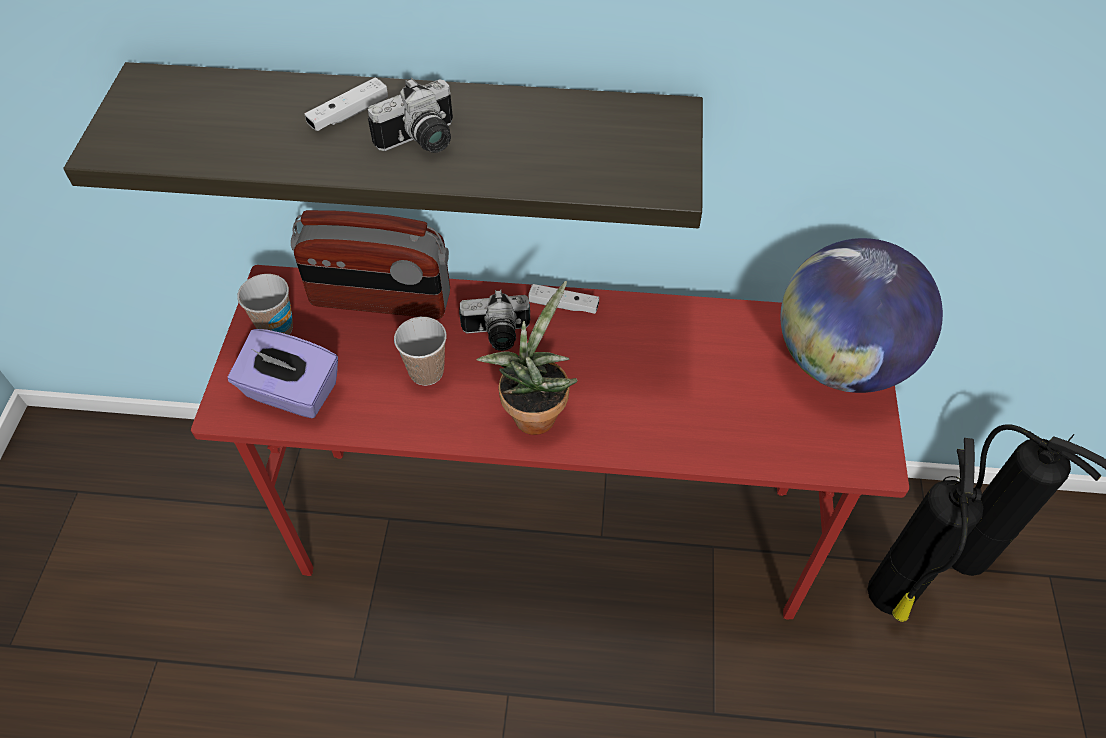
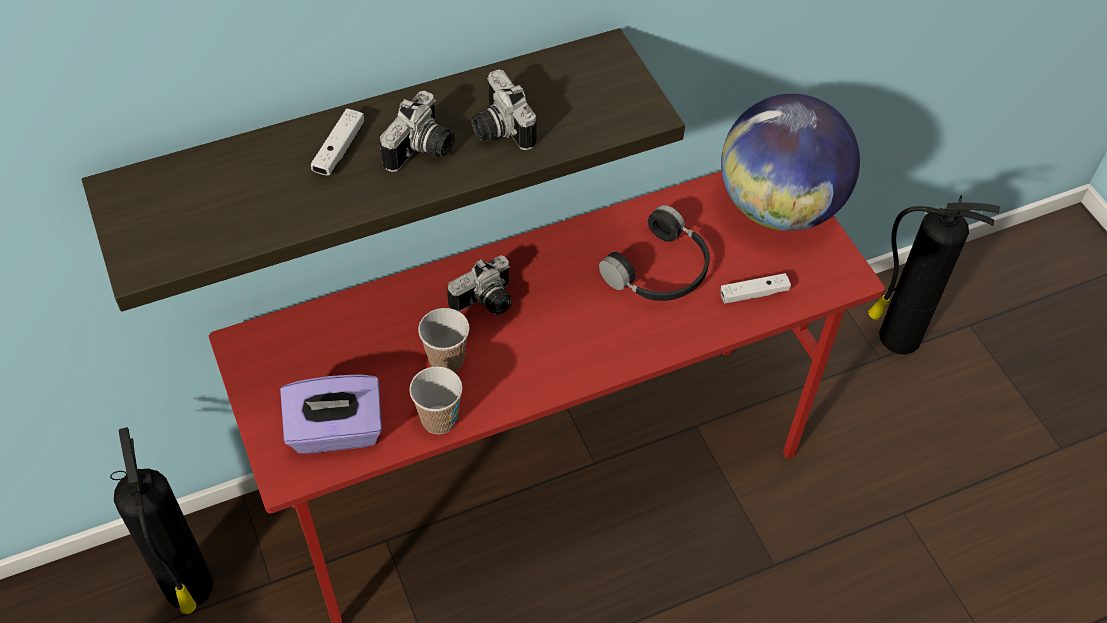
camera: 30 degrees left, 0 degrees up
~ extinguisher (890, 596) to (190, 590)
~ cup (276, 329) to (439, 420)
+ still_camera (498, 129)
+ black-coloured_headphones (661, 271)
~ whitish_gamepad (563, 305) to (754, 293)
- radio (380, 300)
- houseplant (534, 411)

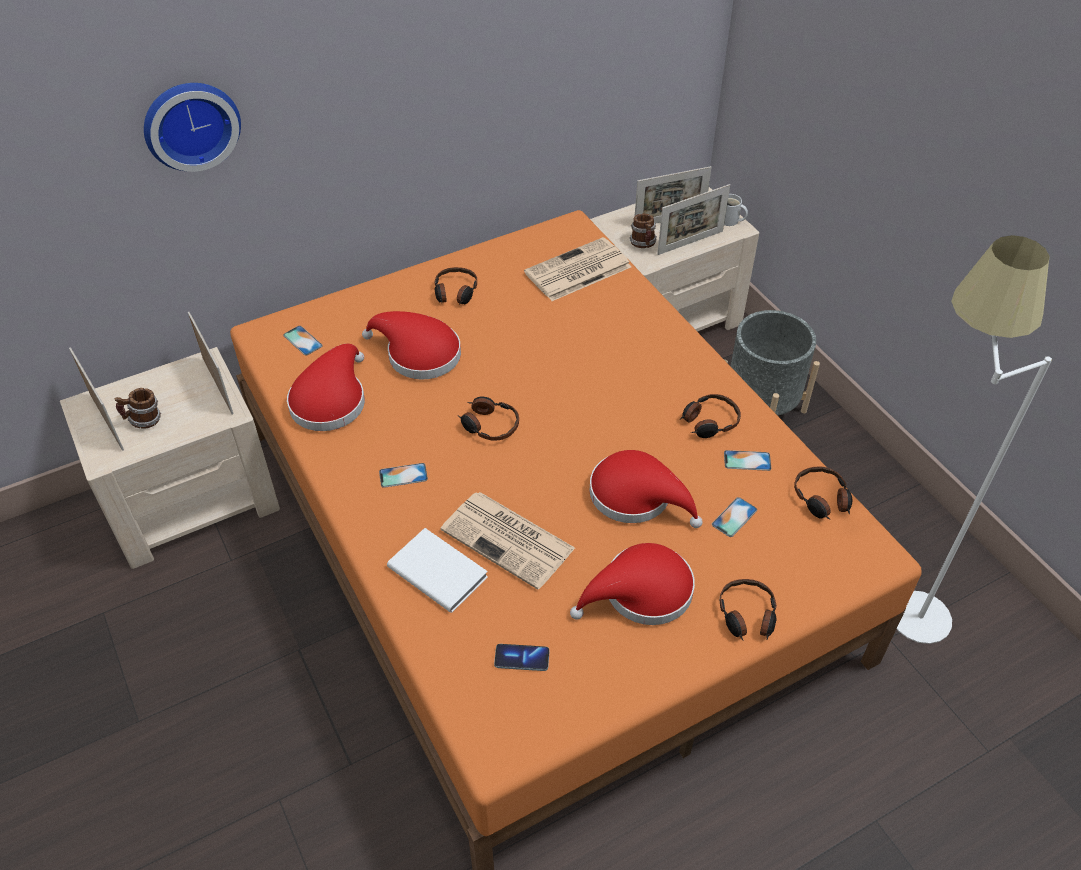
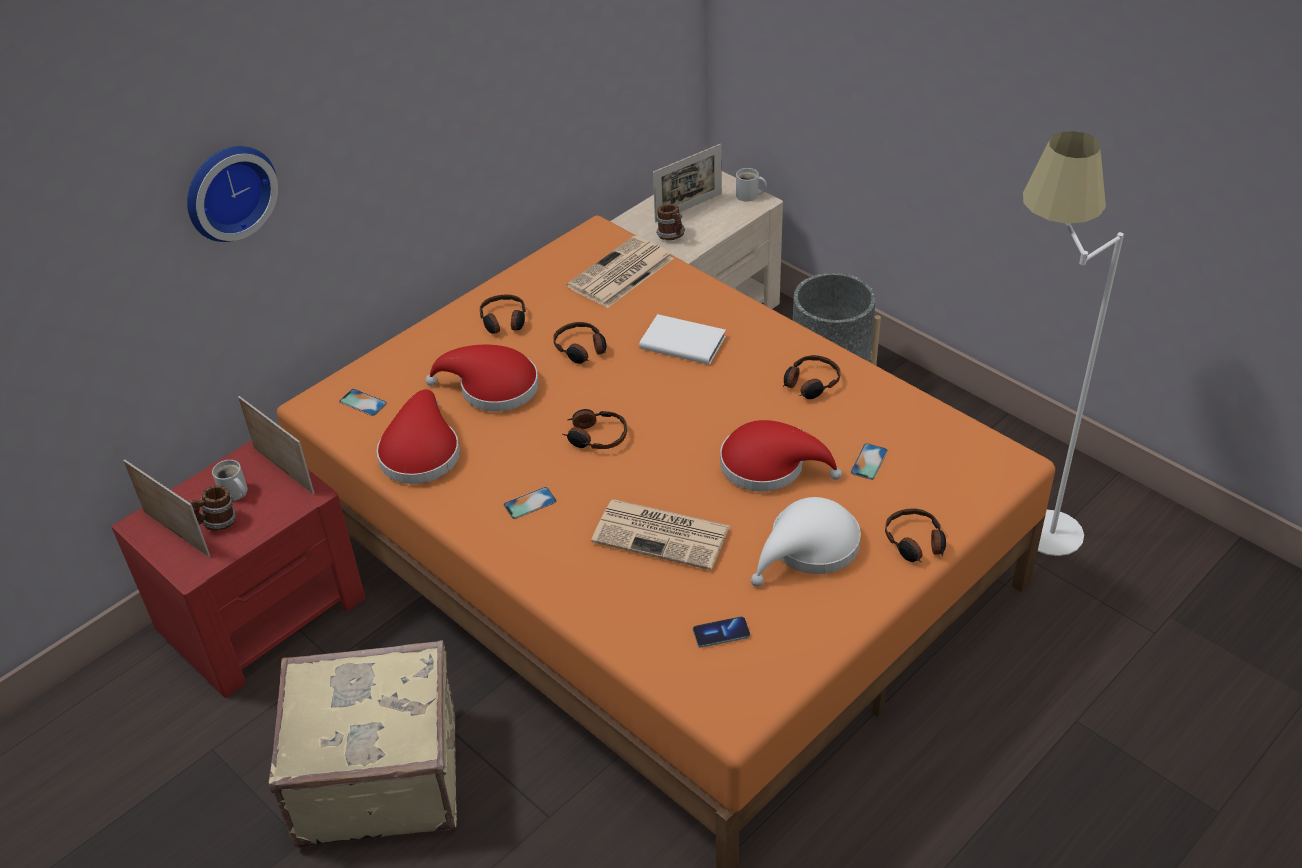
camera: 15 degrees left, 5 degrees down
~ beige_nightstand (192, 500) to red_nightstand (263, 612)
+ whitish_coffee_mug (234, 493)
+ beige_travel_case (377, 774)
~ headphones (822, 499) to (581, 349)
~ whitish_volume (438, 570) to (682, 341)
~ red_clothing_hat (641, 593) to whitish_clothing_hat (809, 548)
- picture_frame (690, 243)
- phone (747, 460)

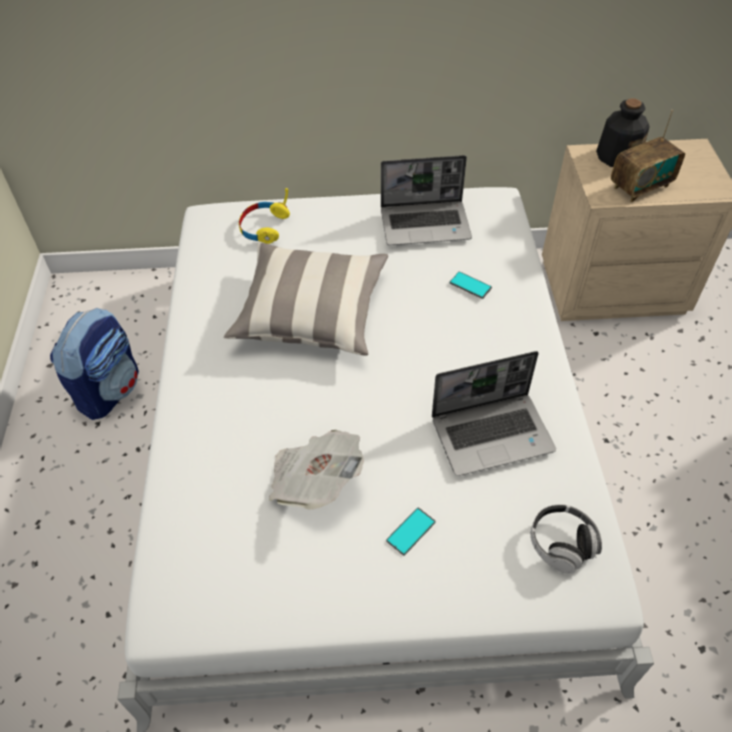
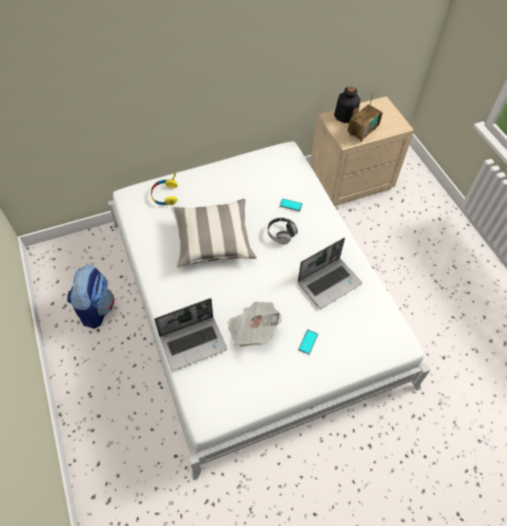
camera: 20 degrees left, 5 degrees up
~ notebook_computer (426, 224) to (193, 342)
~ headphones (561, 544) to (281, 234)

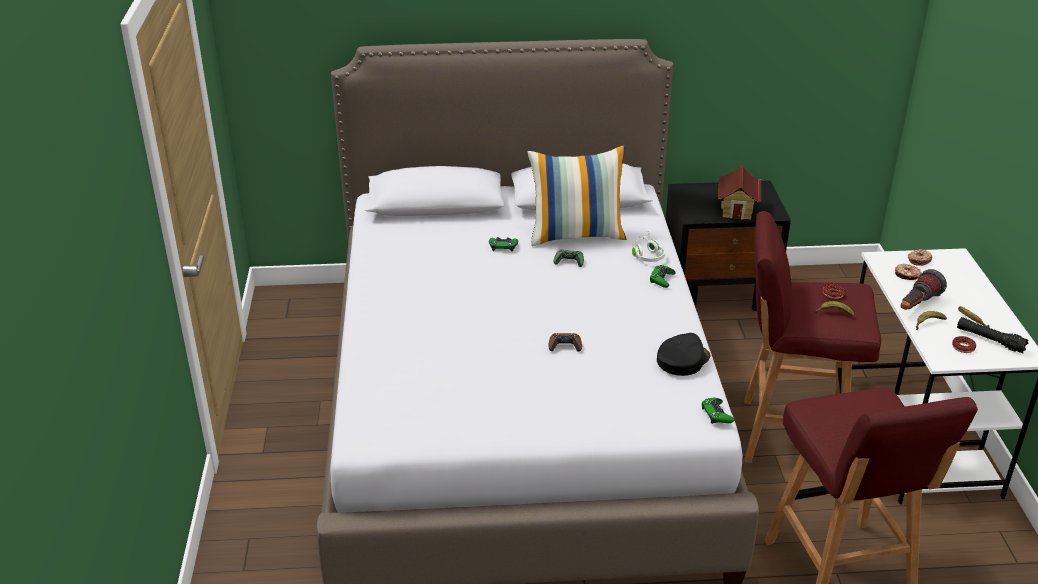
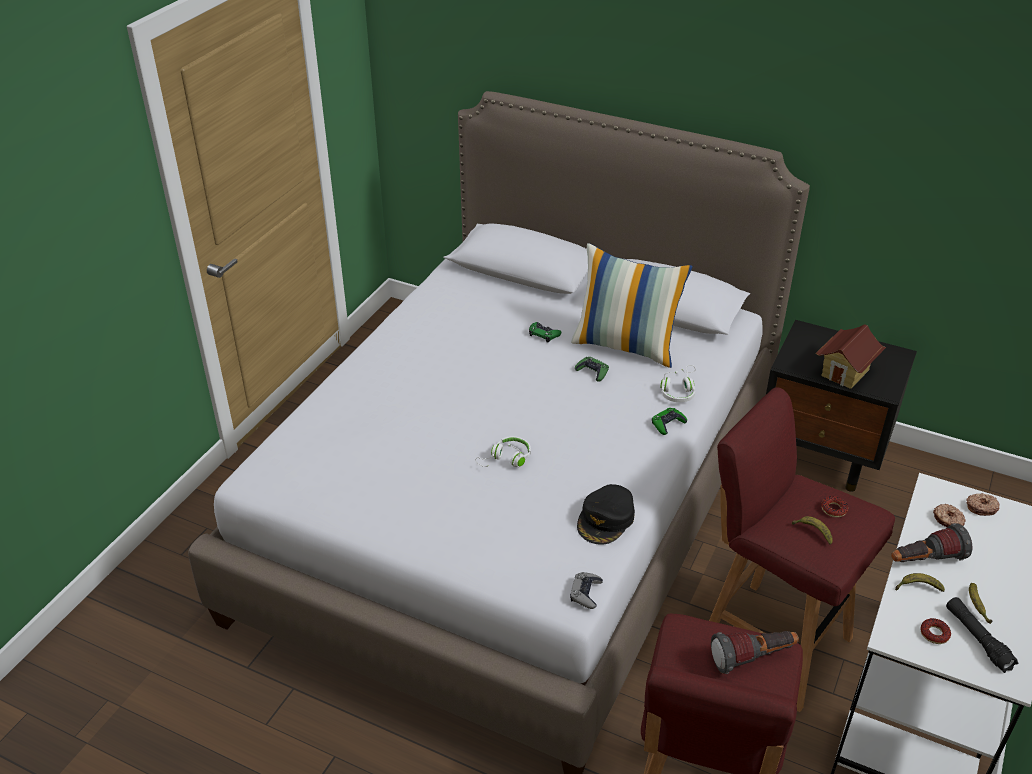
camera: 30 degrees right, 5 degrees up
~ brown_gamepad (565, 346) to whitish_headphones (506, 459)
~ green_gamepad (716, 414) to gray_gamepad (585, 593)
~ black-coloured_peaked_cap (682, 360) = (606, 519) 135 degrees clockwise
+ flashlight (753, 658)

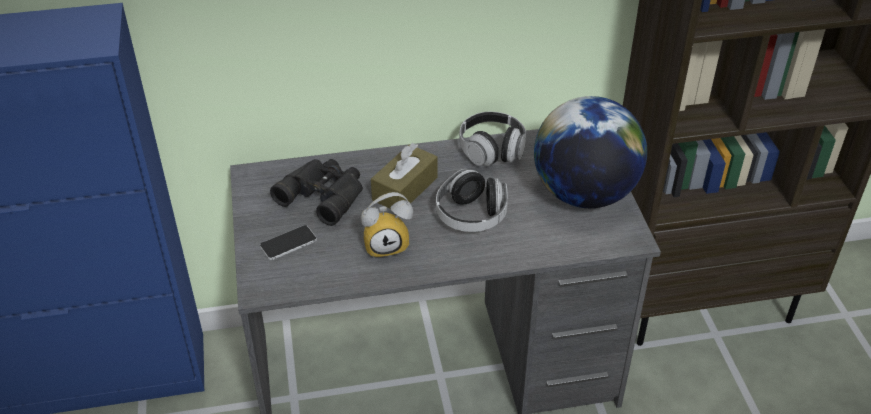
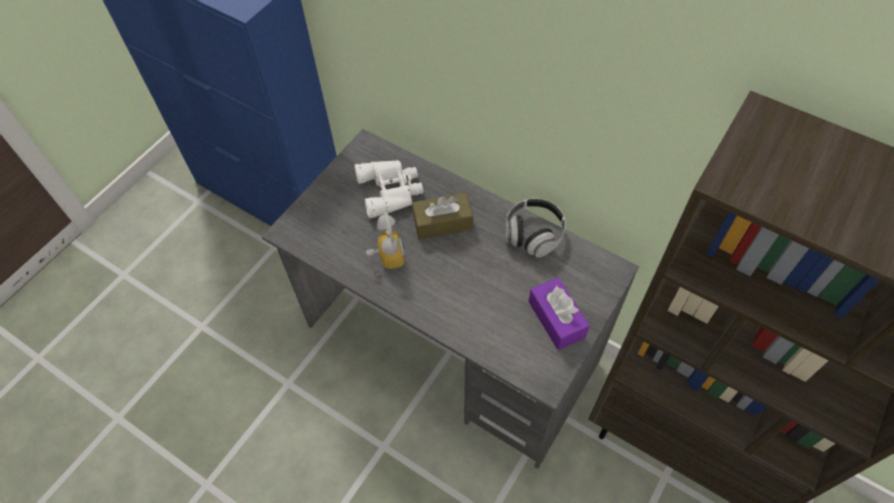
camera: 45 degrees right, 15 degrees up
~ black-coloured_pair_of_binoculars (324, 194) to whitish_pair_of_binoculars (391, 190)
~ bedside_clock (387, 245) = (386, 257) 135 degrees counterclockwise
~ world_globe (584, 194) to purple-coloured_box_of_tissues (556, 319)
- phone (288, 243)
- headphones (471, 216)

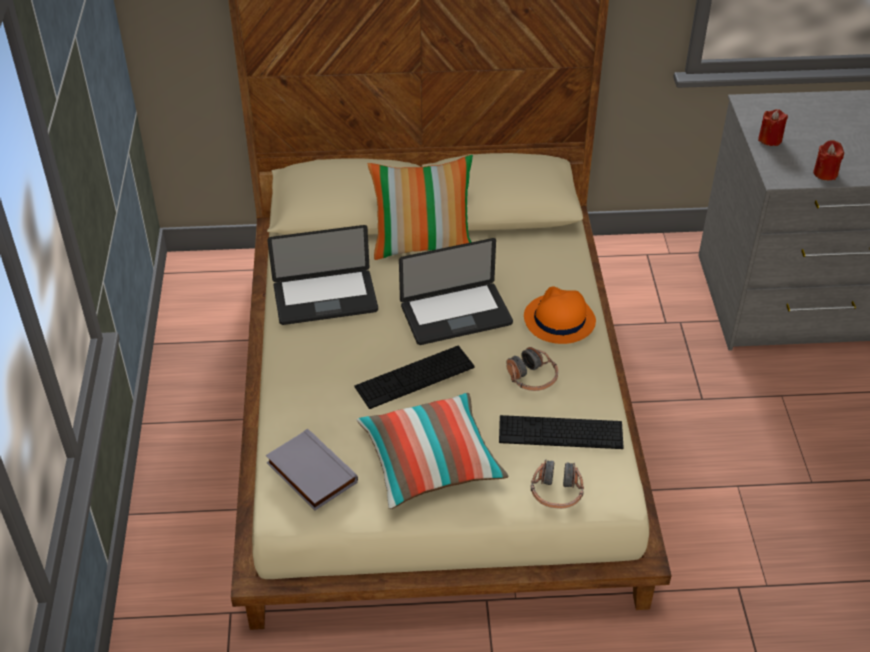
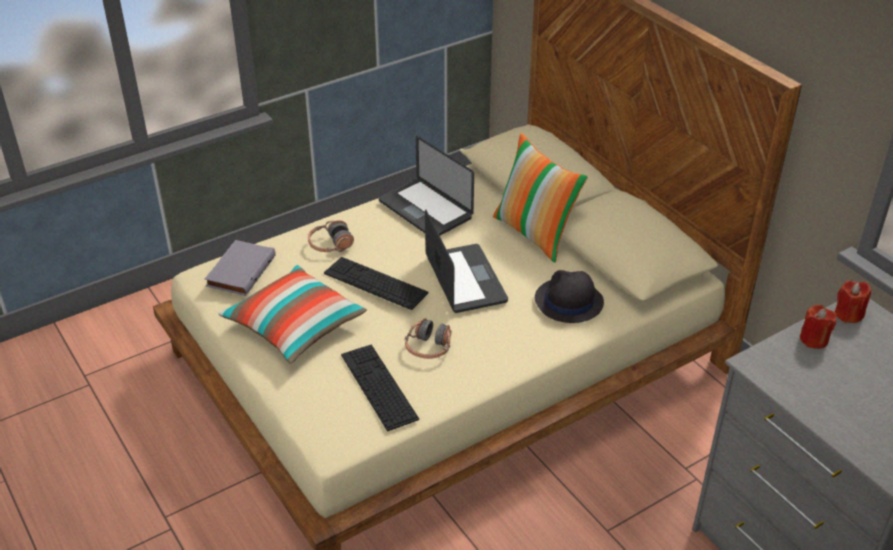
camera: 60 degrees right, 5 degrees down
~ headphones (556, 492) to (330, 245)
~ notebook_computer (456, 315) = (465, 280) 150 degrees counterclockwise
+ black-coloured_clothing_hat (568, 301)
~ red_wax_candle (825, 173) to (848, 314)
- orangey_clothing_hat (559, 320)

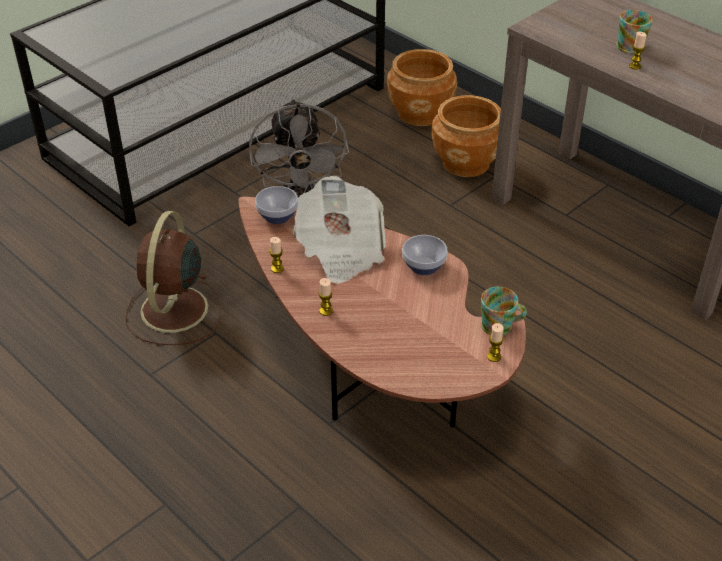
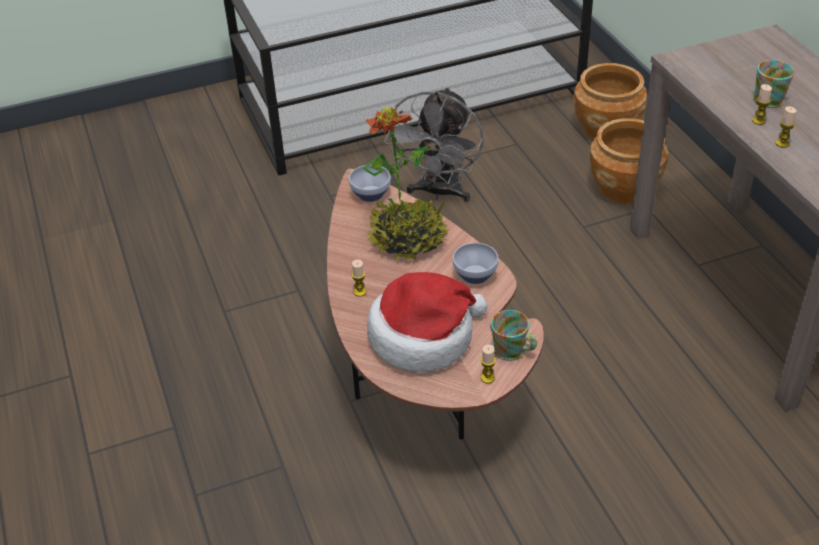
camera: 25 degrees right, 0 degrees up
~ daily_paper (340, 250) to houseplant (407, 239)
+ clothing_hat (424, 336)
~ wax_candle (277, 268) to (782, 143)
- brown_electric_fan (173, 311)

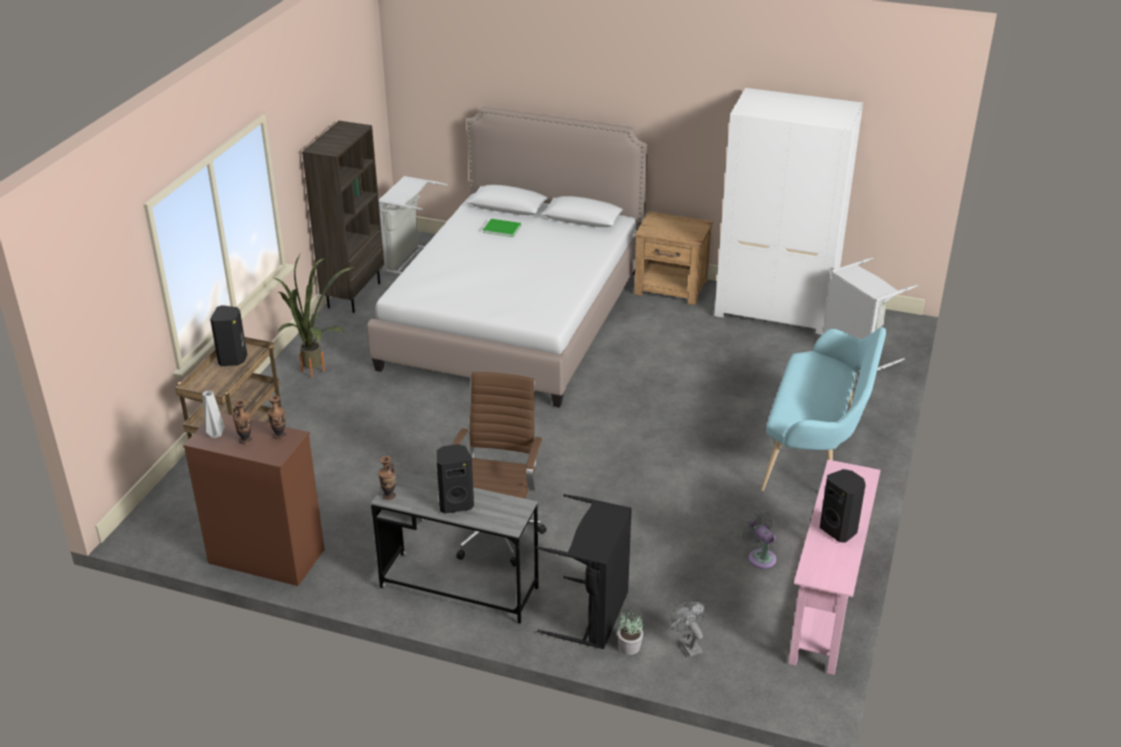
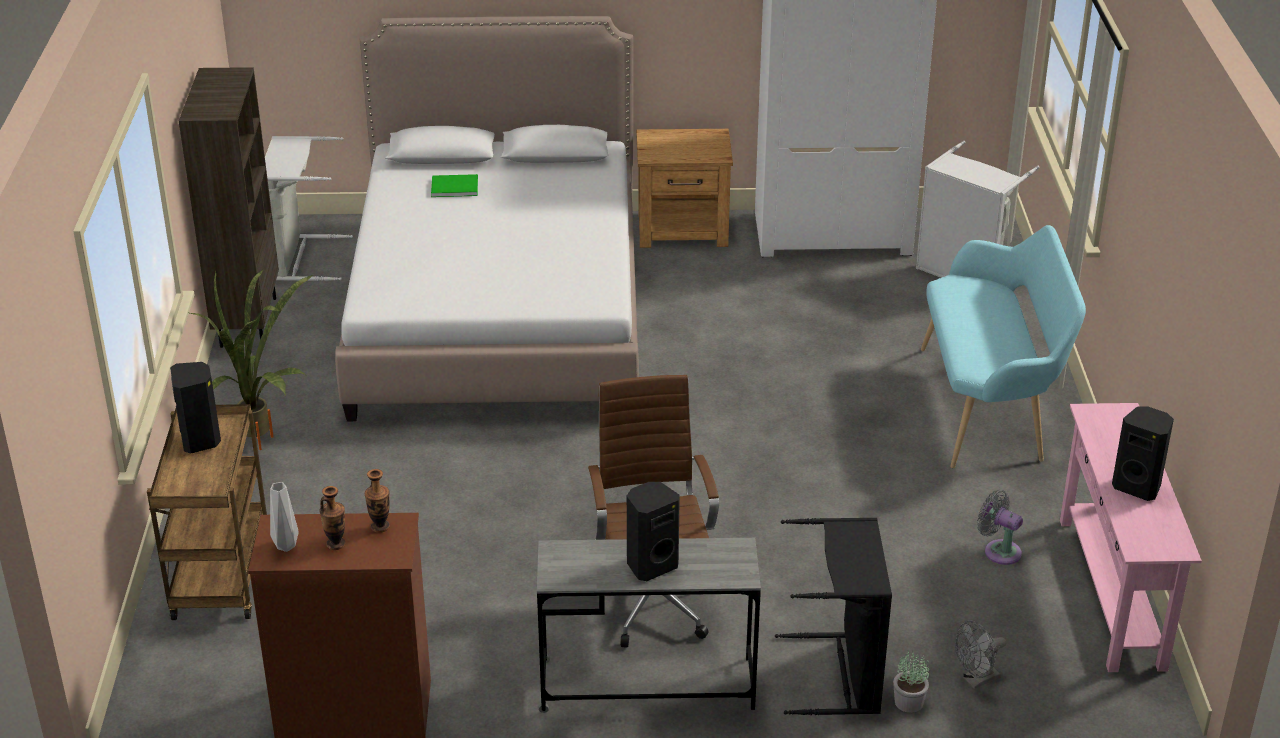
camera: 20 degrees left, 0 degrees up
~ gray_electric_fan (687, 644) = (976, 680) 75 degrees counterclockwise
- flower_vase (389, 496)

